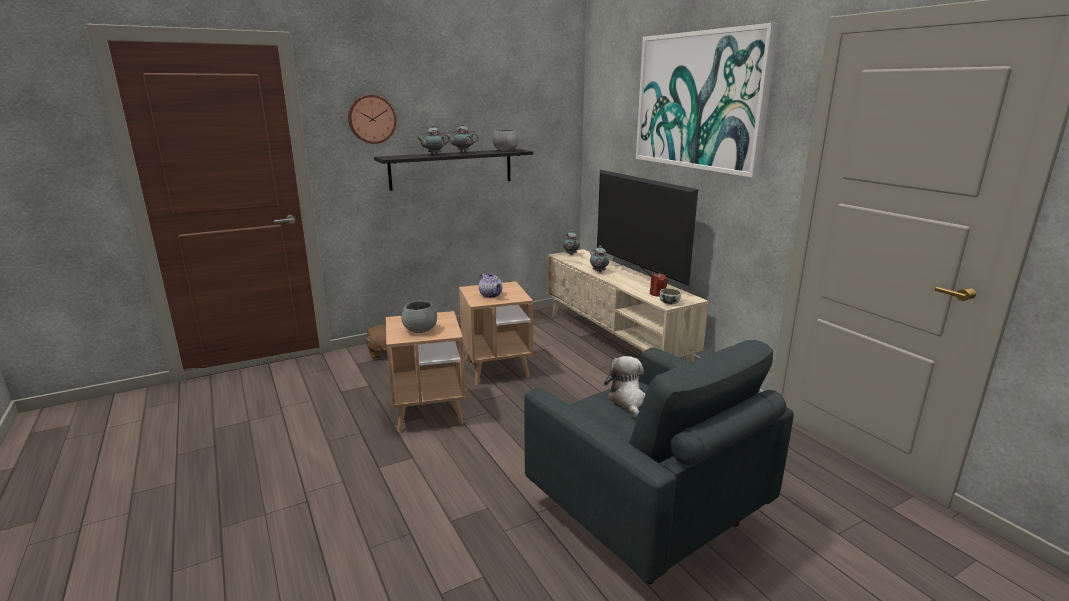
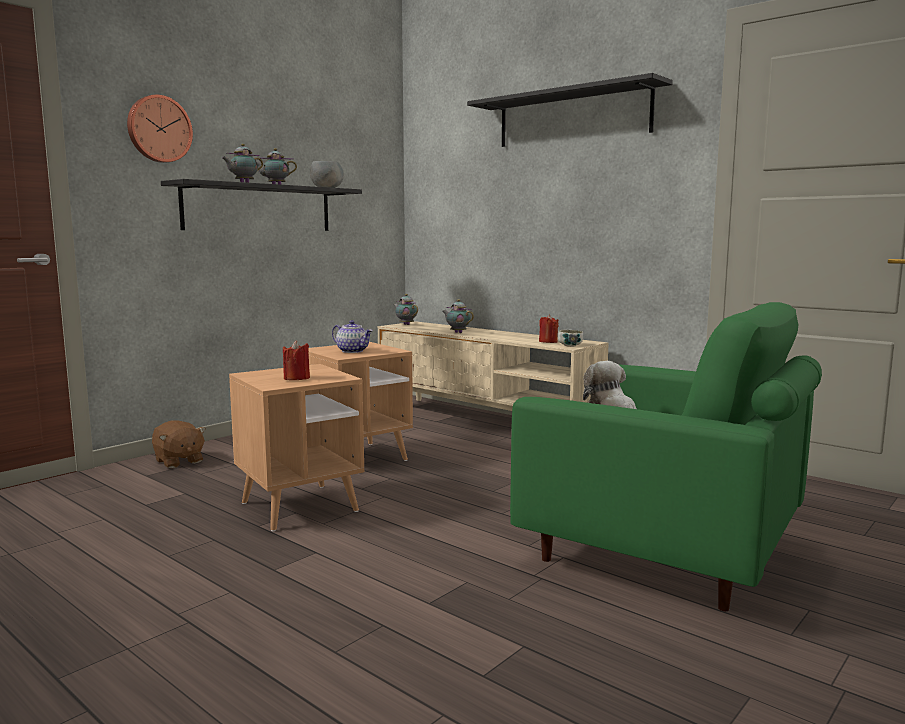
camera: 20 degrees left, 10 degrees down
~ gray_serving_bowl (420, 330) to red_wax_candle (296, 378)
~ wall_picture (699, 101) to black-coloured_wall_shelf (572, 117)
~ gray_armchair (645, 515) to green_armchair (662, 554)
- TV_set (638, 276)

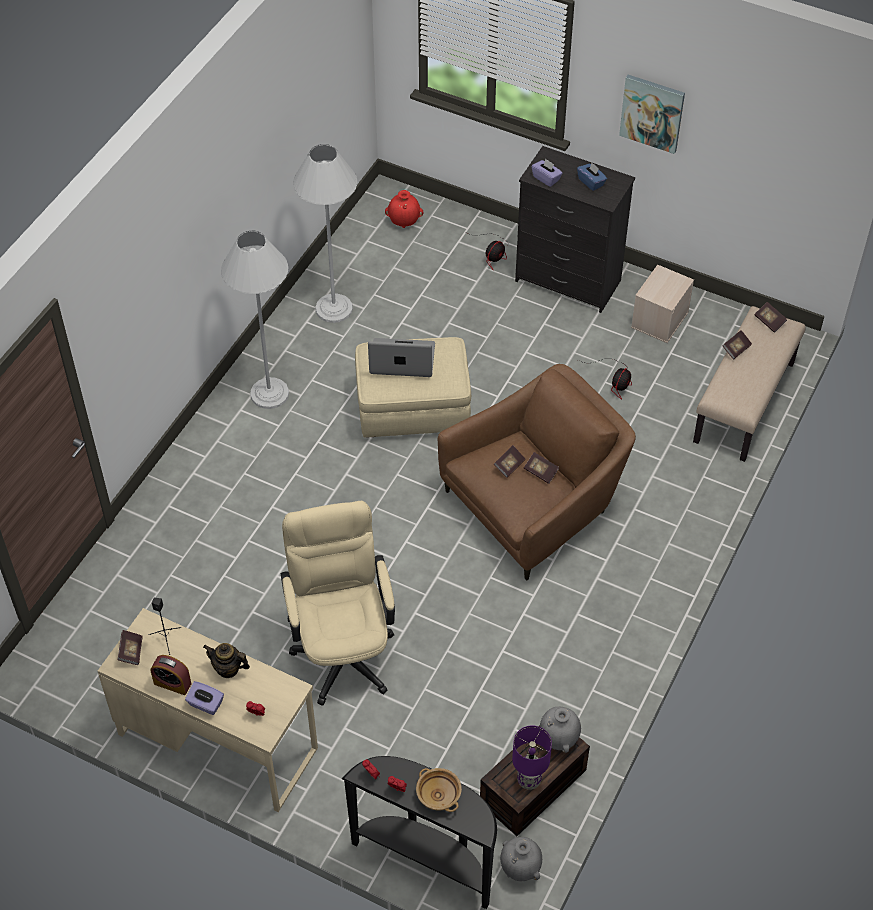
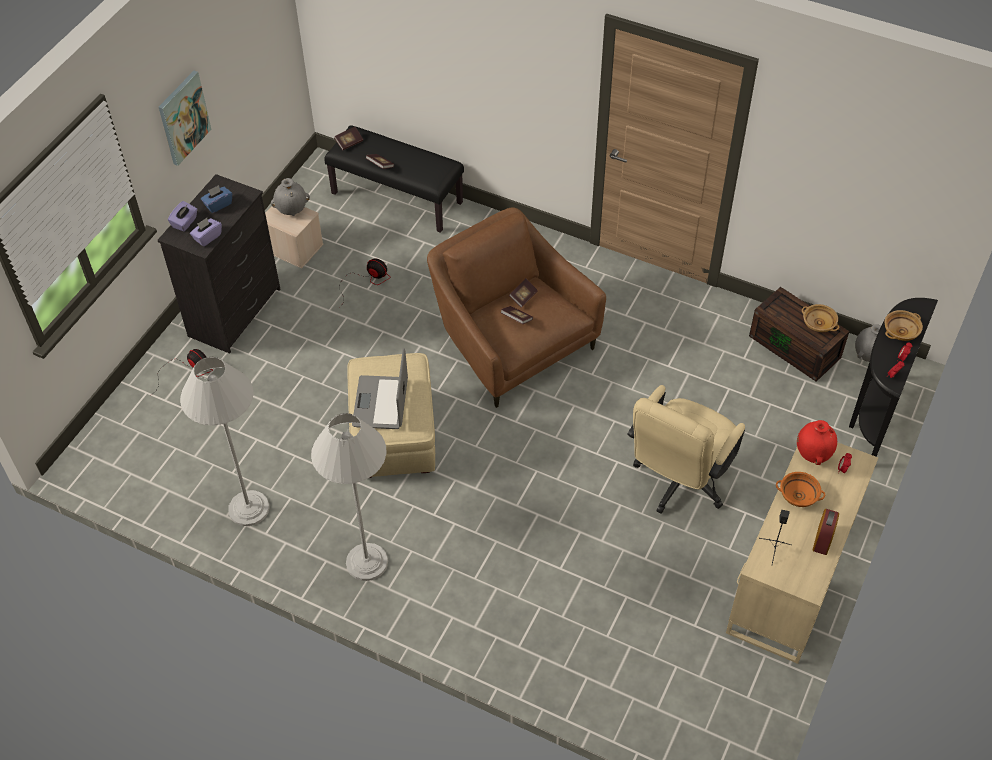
camera: 90 degrees left, 0 degrees up
~ purple-coloured_box_of_tissues (205, 704) to (185, 223)
~ gray_flower_vase (559, 739) to (292, 211)
~ beige_long_seat (745, 403) to black-coloured_long_seat (397, 198)
~ beige_office_chair (342, 648) = (678, 482) 45 degrees counterclockwise
~ teapot (228, 669) to orangey_serving_bowl (799, 495)
~ red_flower_vase (404, 222) to (813, 454)
~ purple-coloured_lamp_for_a_table (529, 779) to beige_serving_bowl (818, 324)
- volume (131, 651)

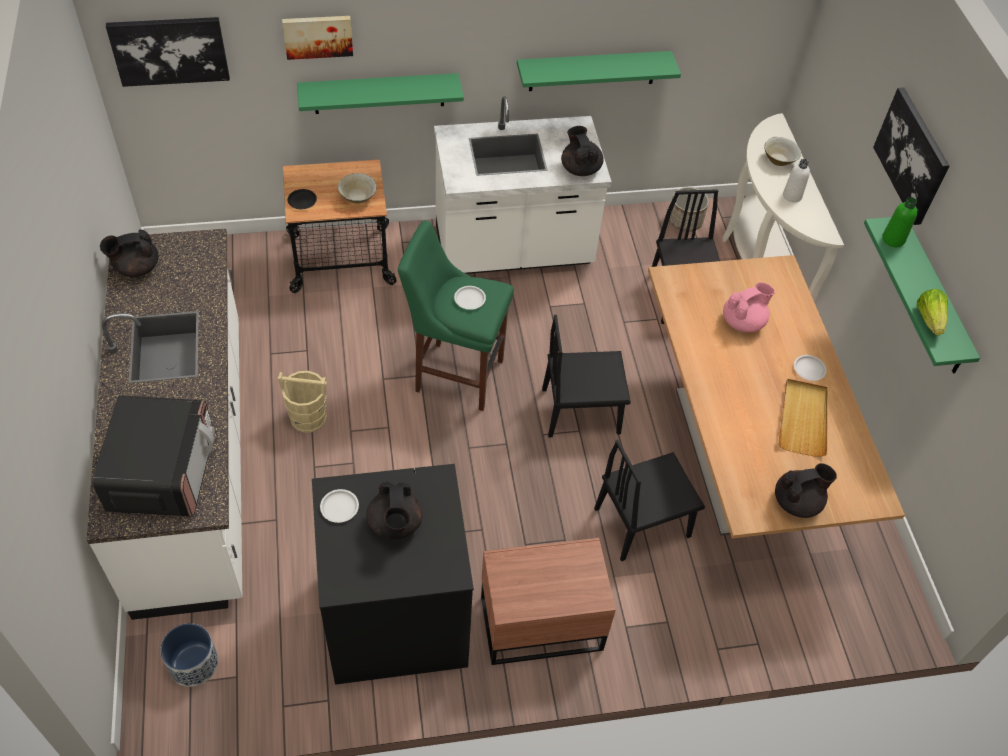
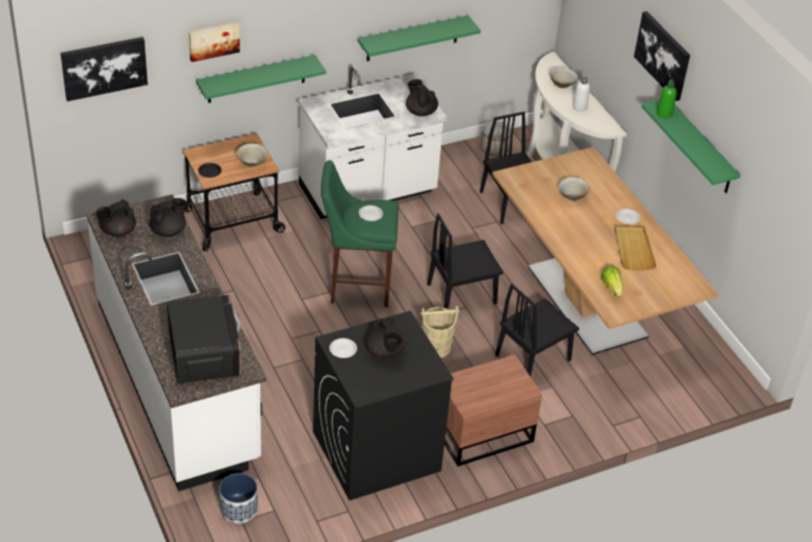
camera: 15 degrees left, 10 degrees down
~ black-coloured_teapot (797, 502) to (169, 231)
~ beige_water_bucket (307, 417) to (435, 347)
~ pink_teapot (743, 322) to beige_serving_bowl (572, 196)
~ lettuce (929, 319) to (612, 287)

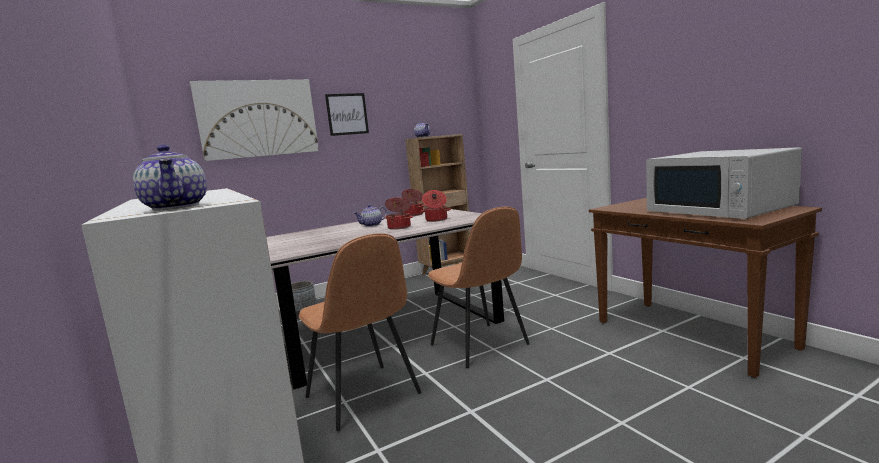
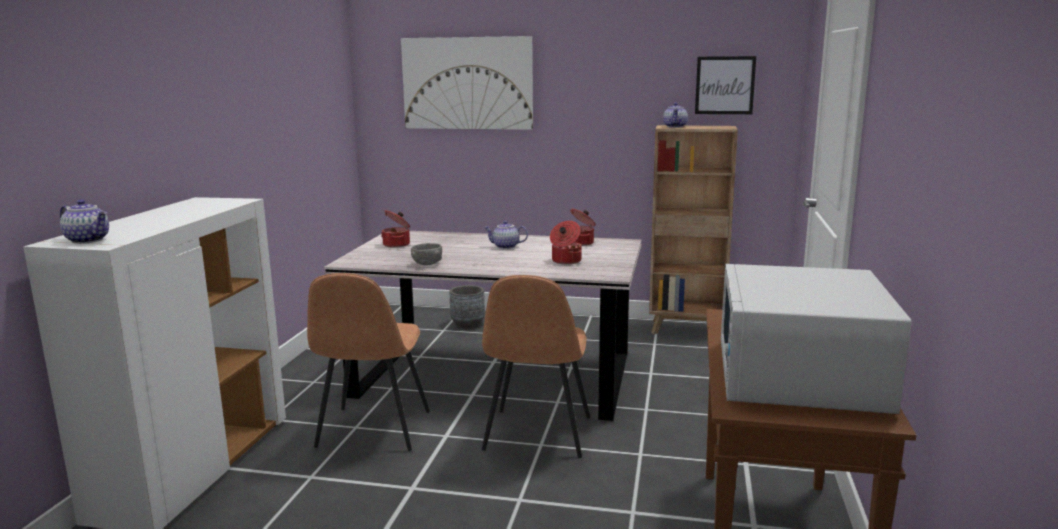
camera: 40 degrees right, 5 degrees up
~ teapot (177, 207) = (89, 240) 75 degrees counterclockwise
~ saucepot (400, 227) to (397, 244)
+ gray_serving_bowl (427, 264)
~ wall_picture (347, 114) to (725, 85)

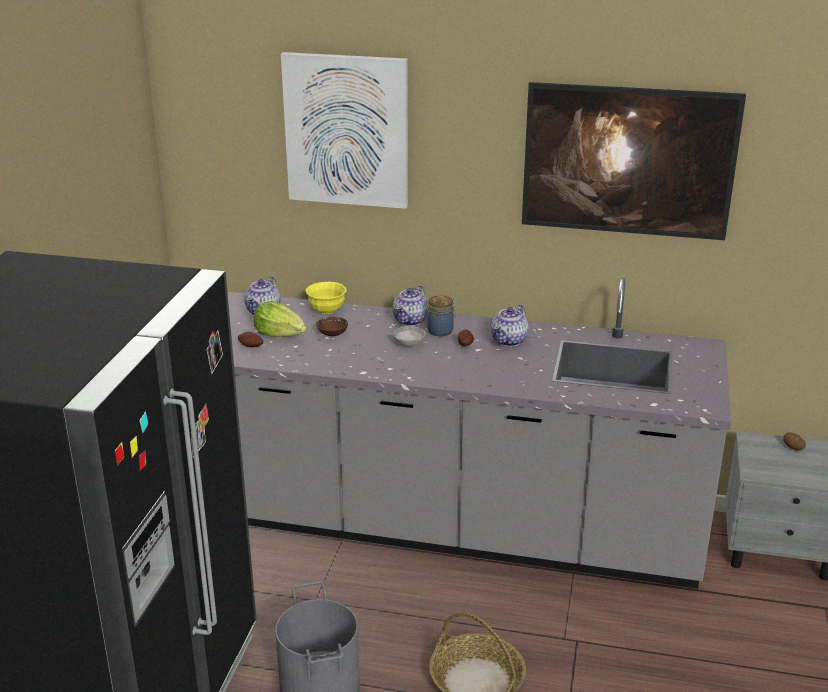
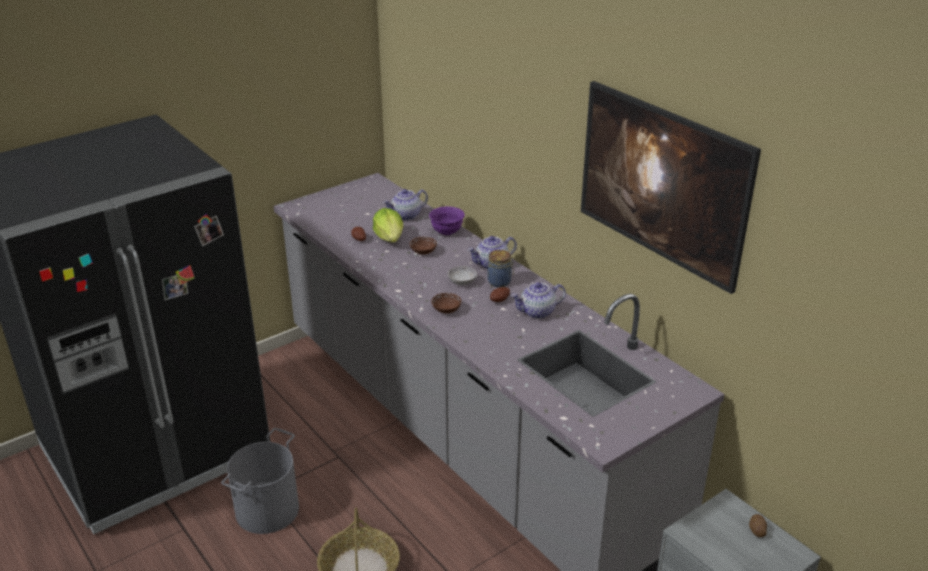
camera: 40 degrees right, 5 degrees up
~ yellow-coloured_serving_bowl (326, 311) to purple-coloured_serving_bowl (447, 232)
+ brown_serving_bowl (446, 310)
- wall_picture (347, 130)

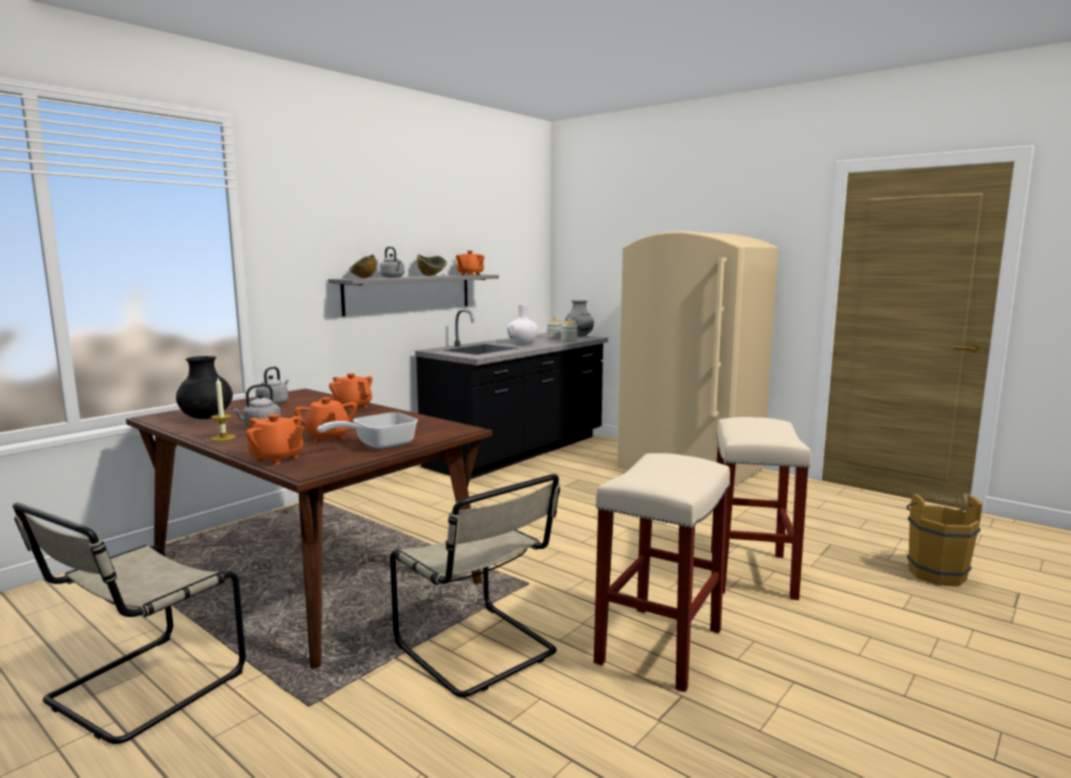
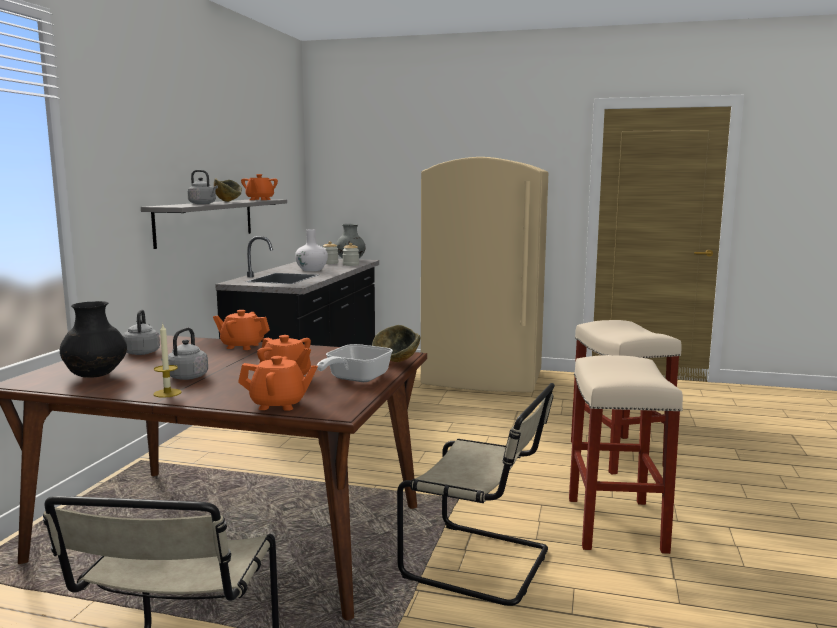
camera: 25 degrees left, 0 degrees up
~ serving_bowl (363, 278) to (397, 362)
- brown_water_bucket (935, 572)

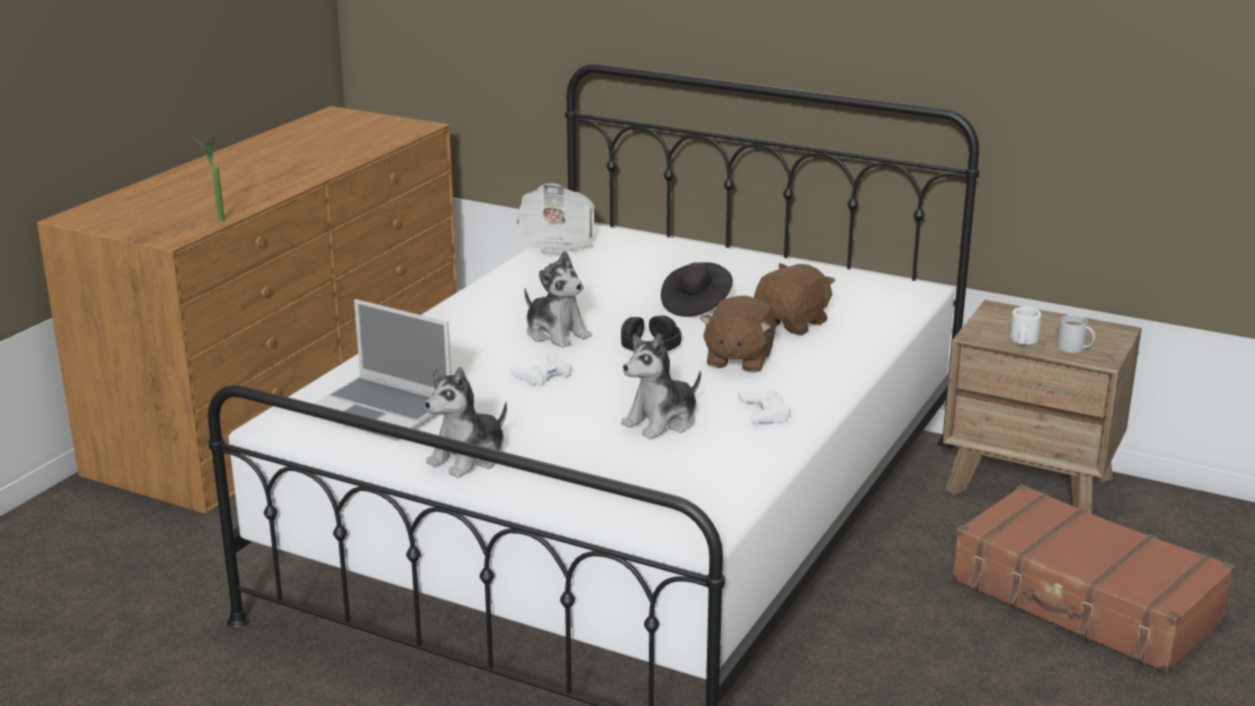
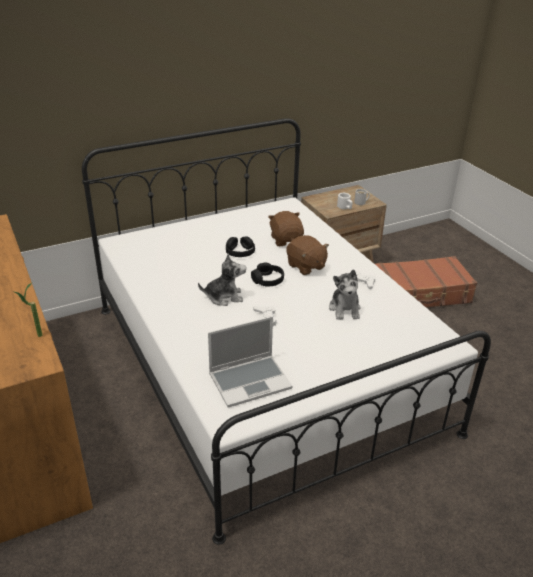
camera: 55 degrees left, 10 degrees up
~ black-coloured_clothing_hat (696, 305) to black-coloured_headphones (240, 252)
- cuddly_toy (469, 458)
- daily_paper (556, 241)

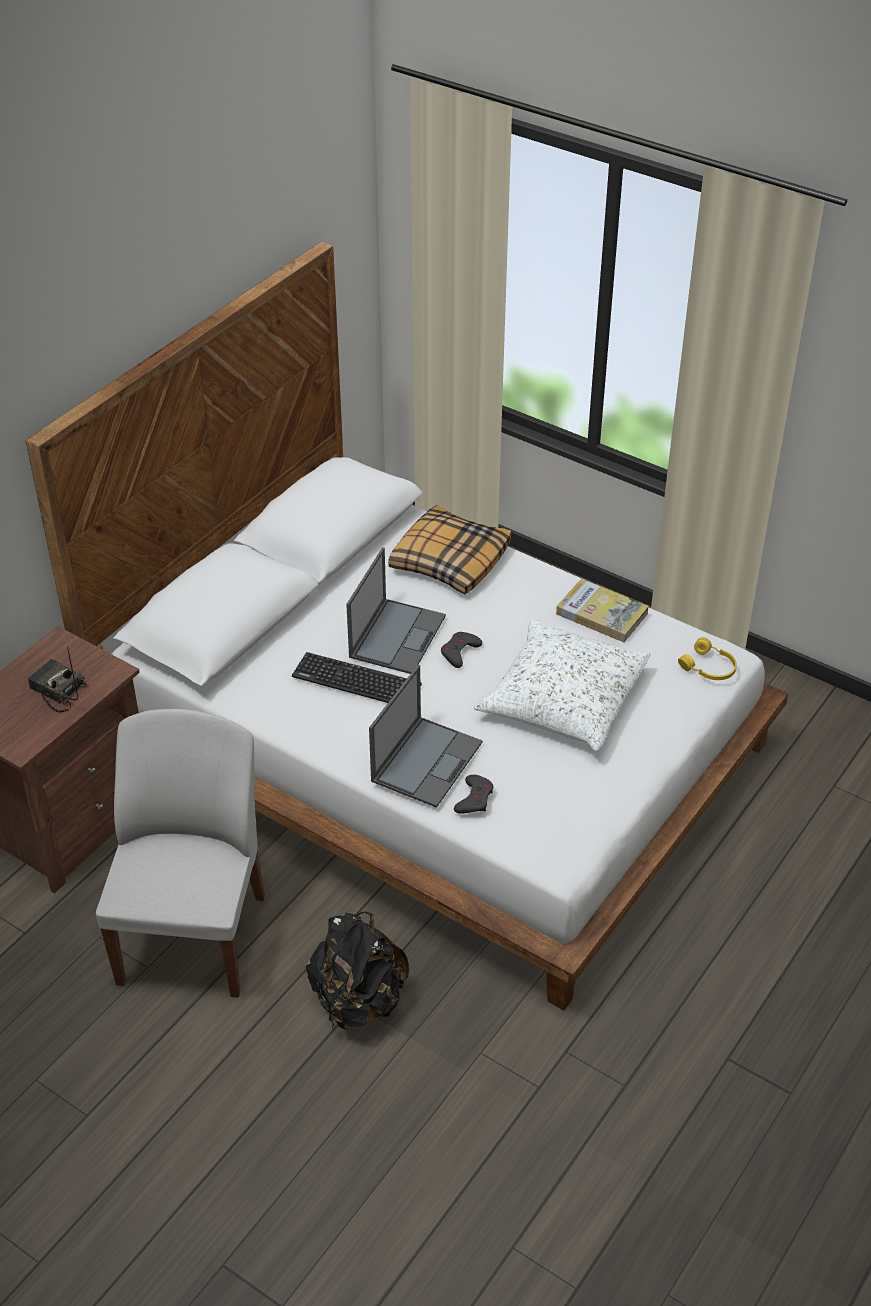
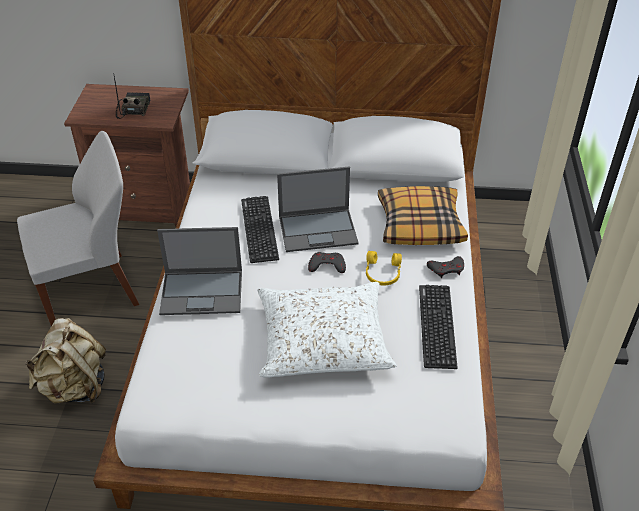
camera: 60 degrees right, 0 degrees up
~ black-coloured_backpack (358, 1001) to beige_backpack (75, 387)
~ yellow-coloured_headphones (708, 668) to (382, 273)
~ volume (601, 614) to PC_keyboard (437, 326)
~ gray_gamepad (474, 798) to (446, 269)

